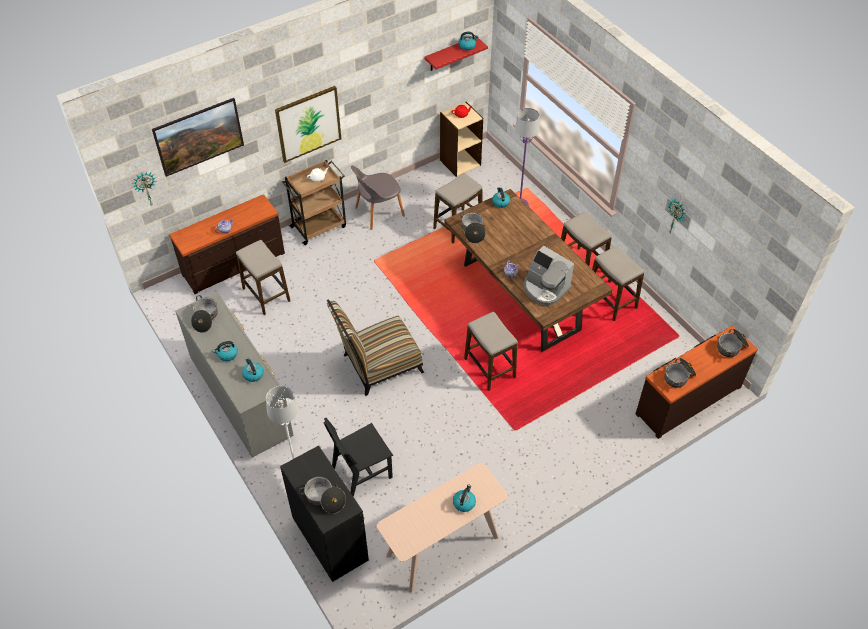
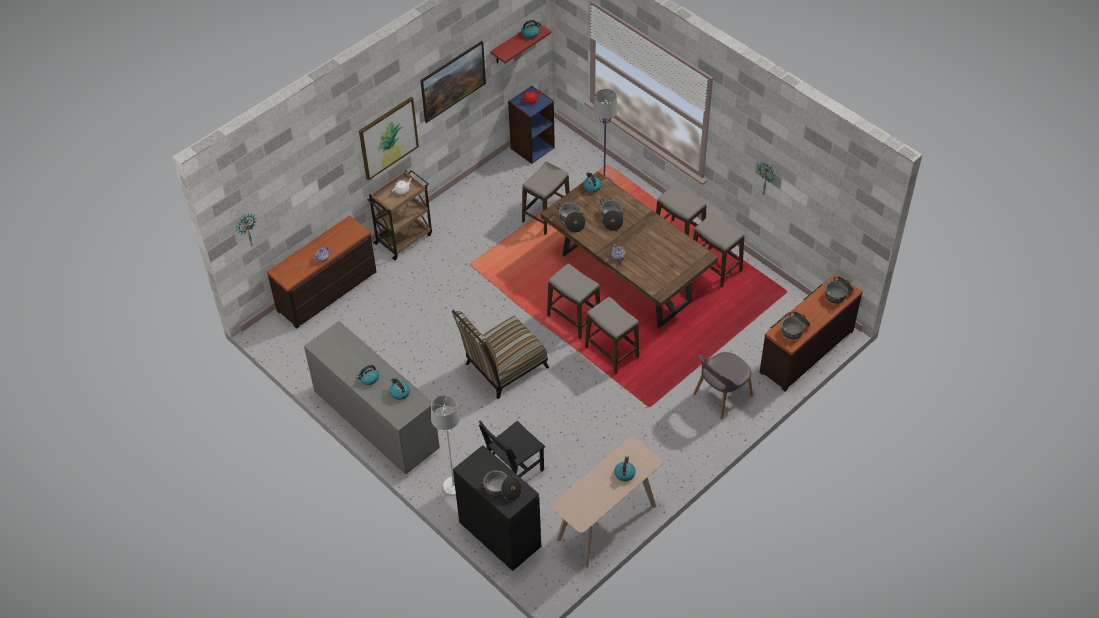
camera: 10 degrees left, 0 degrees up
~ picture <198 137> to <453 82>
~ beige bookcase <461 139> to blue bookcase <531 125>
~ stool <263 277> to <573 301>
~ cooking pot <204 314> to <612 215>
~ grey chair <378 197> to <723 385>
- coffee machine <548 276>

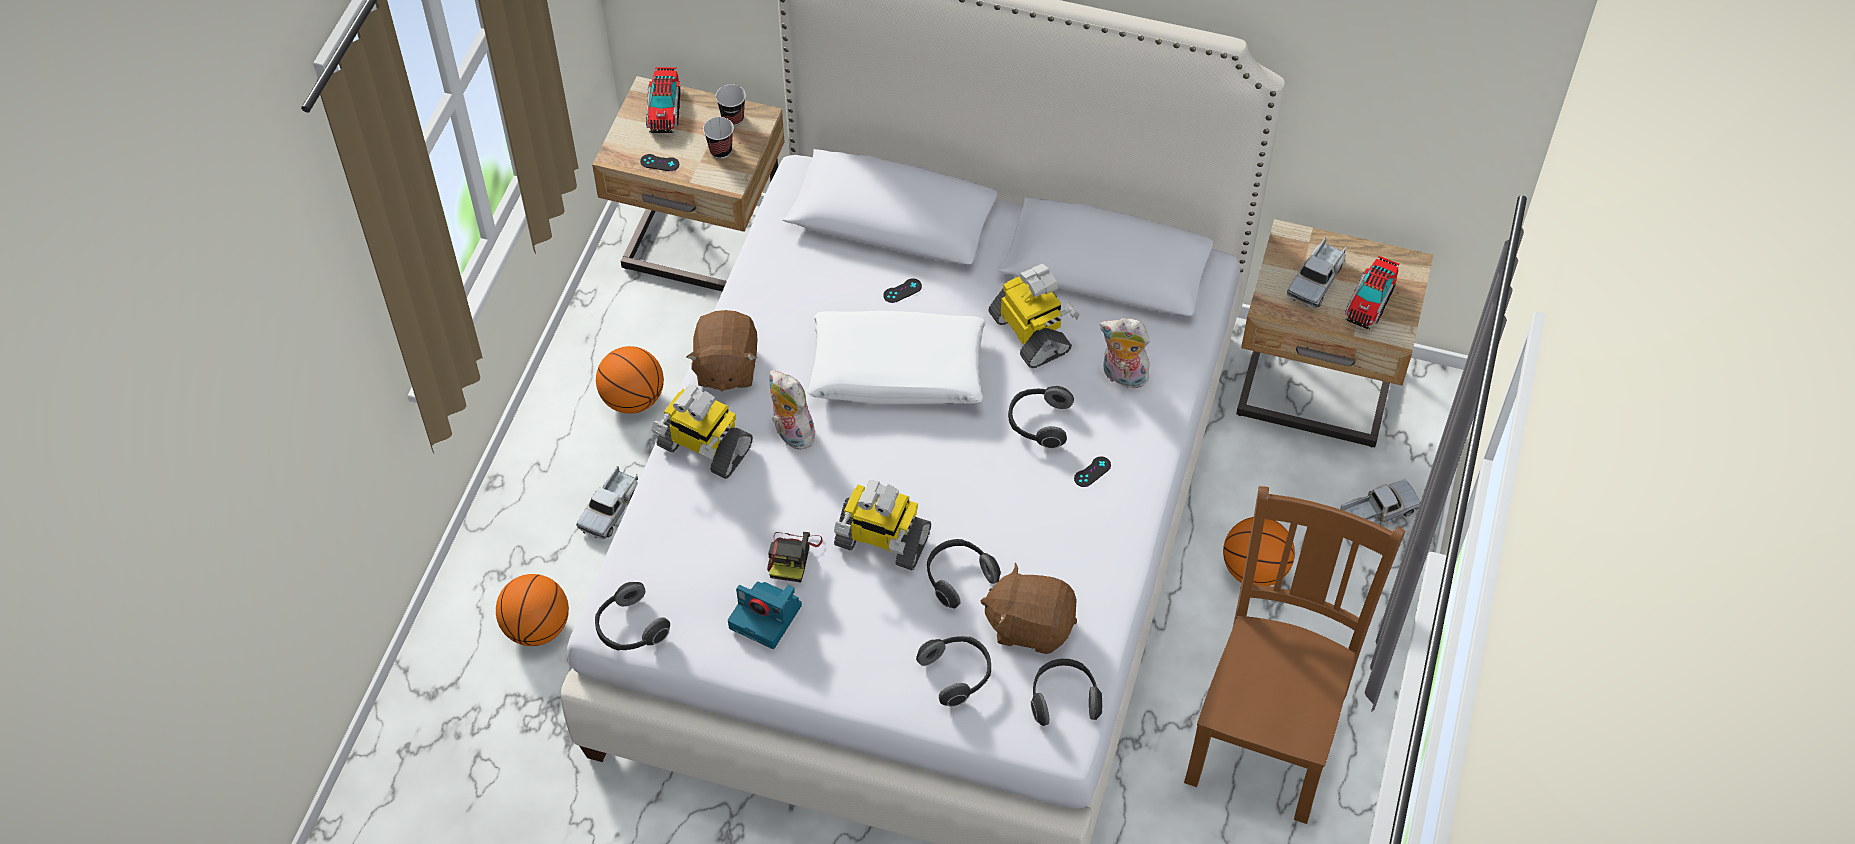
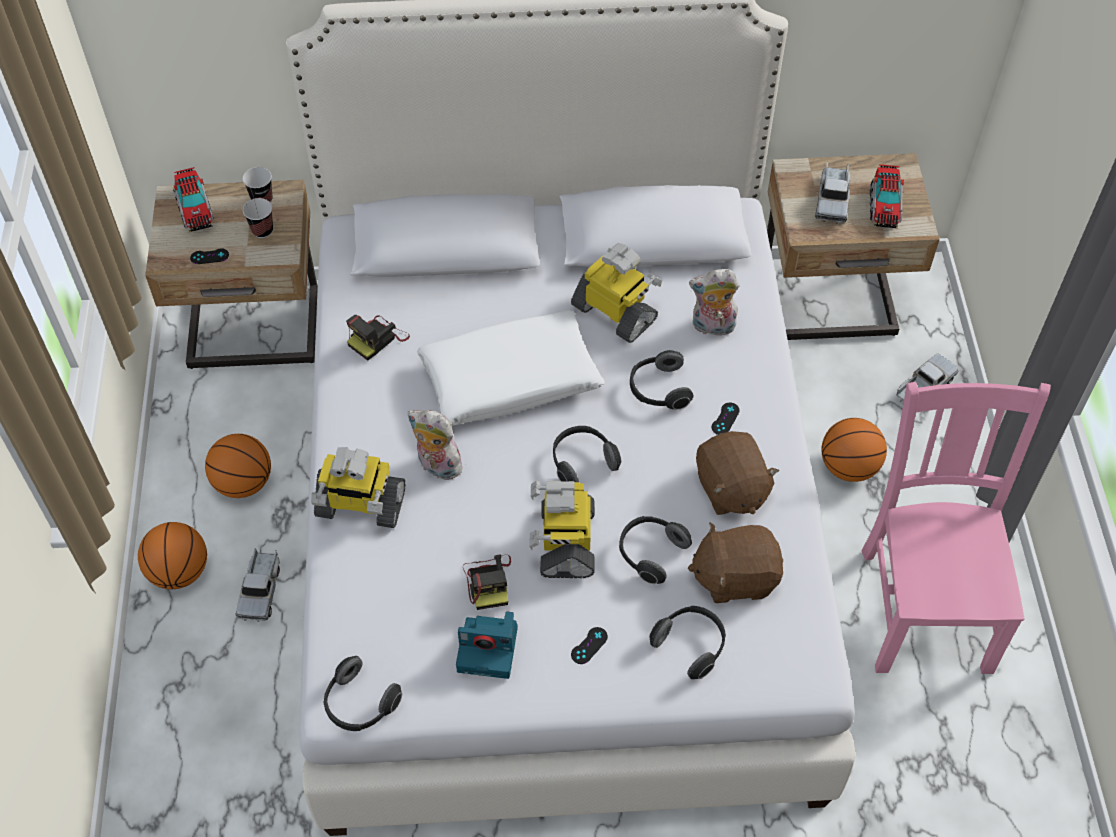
camera: 20 degrees left, 0 degrees up
~ basketball <532 610> to <172 555>
+ photo camera <378 338>
~ toy robot <882 525> = <562 529> 90 degrees clockwise
~ headphones <1067 692> to <587 454>
~ black game controller <902 291> to <589 645>
~ brown plush toy <722 350> to <737 473>
~ brown chair <1294 655> to pink chair <956 528>

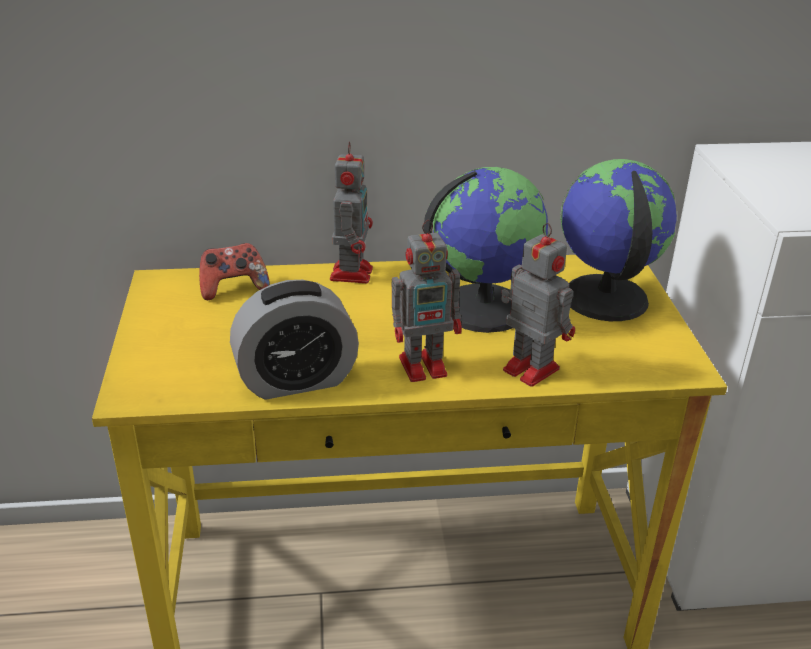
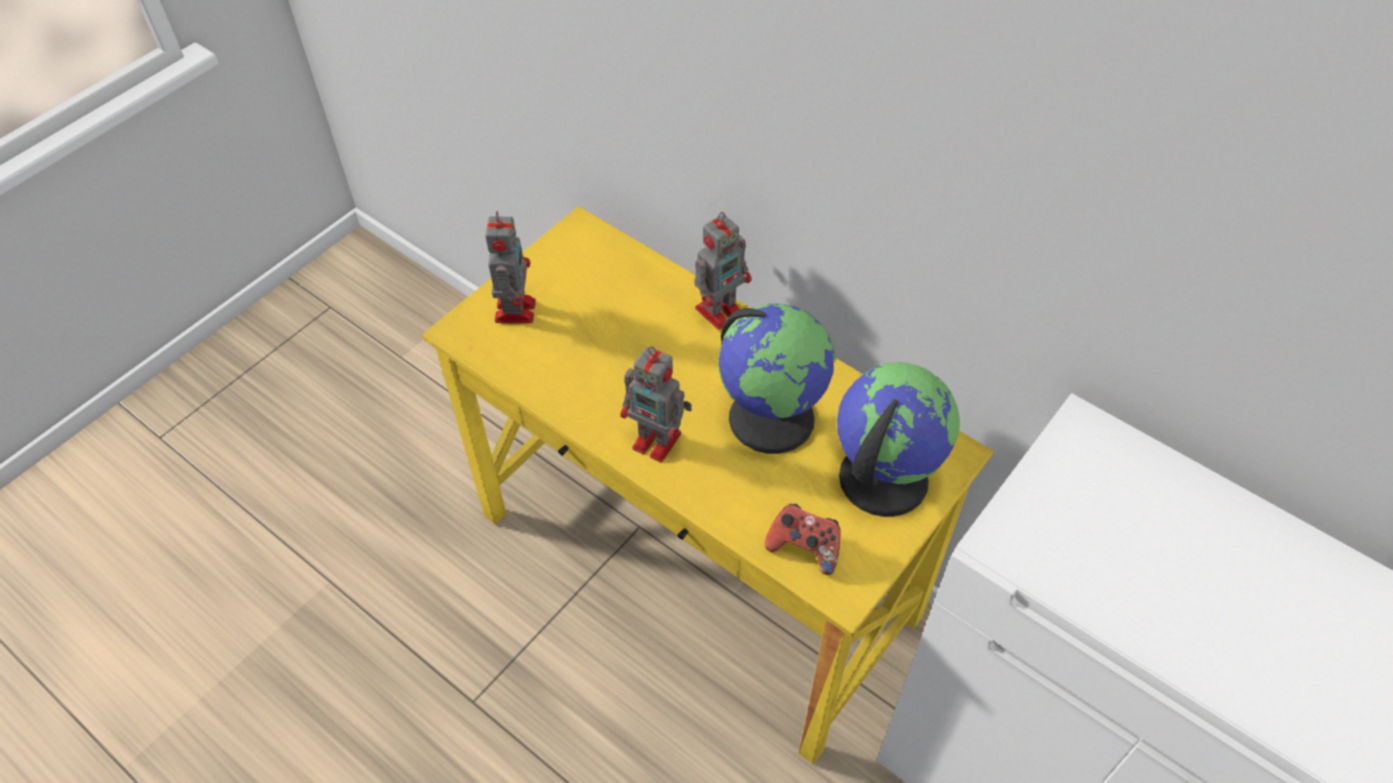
camera: 45 degrees right, 20 degrees up
~ toy robot <538 305> to <510 267>
~ game controller <234 271> to <803 539>
- alarm clock <294 340>

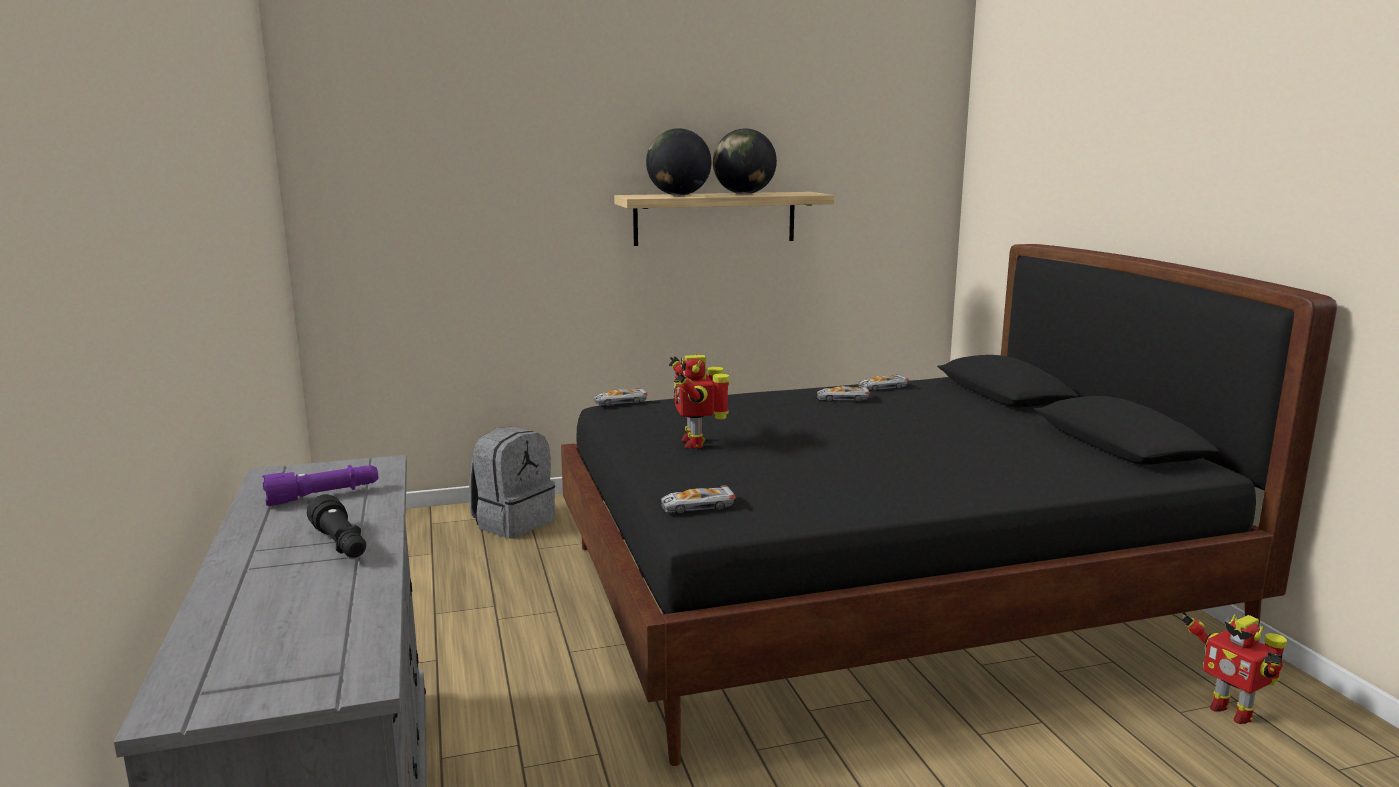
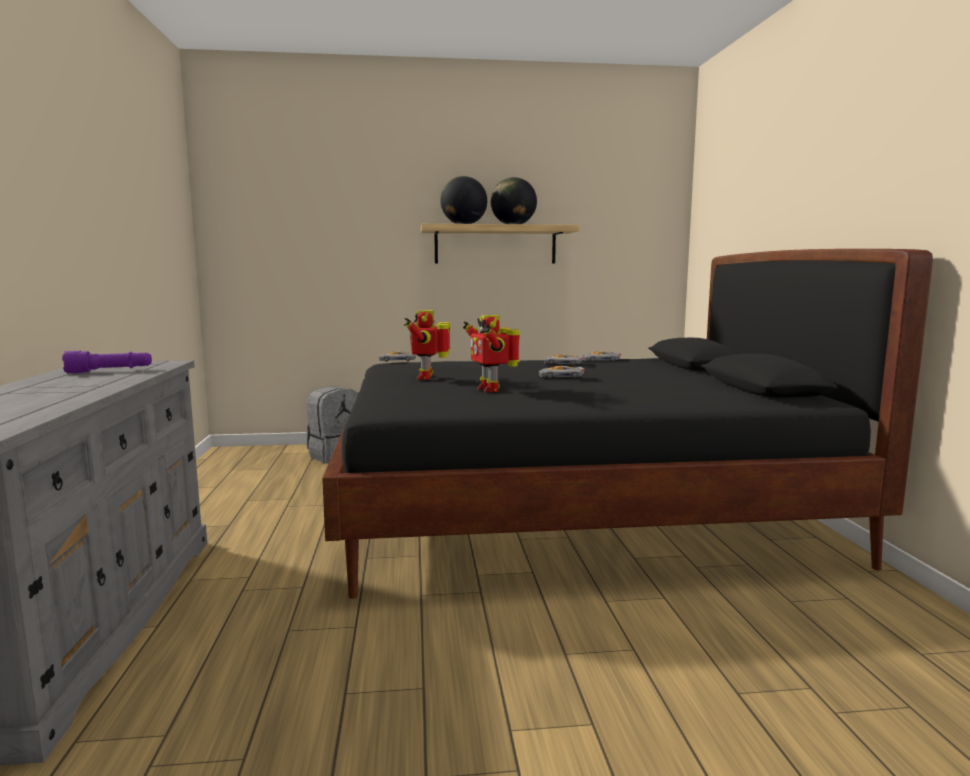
camera: 10 degrees right, 5 degrees down
~ toy robot <1234 668> to <491 354>
~ toy car <698 499> to <562 372>
- black flashlight <336 526>

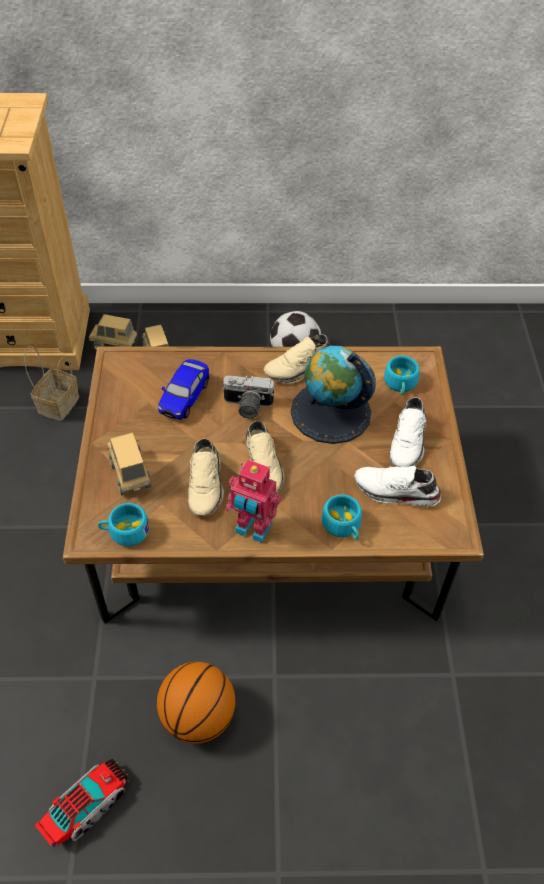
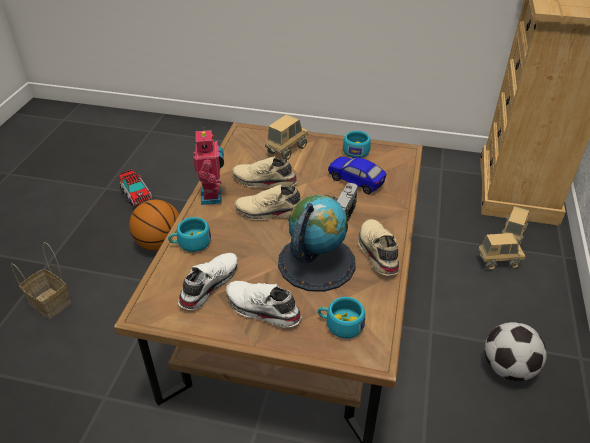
camera: 105 degrees right, 10 degrees down
~ basket <51 383> to <41 280>
~ toy robot <253 501> = <208 166> 135 degrees clockwise
~ toy truck <129 464> = <286 137> 45 degrees counterclockwise
~ turquoise cup <124 524> to <357 144>

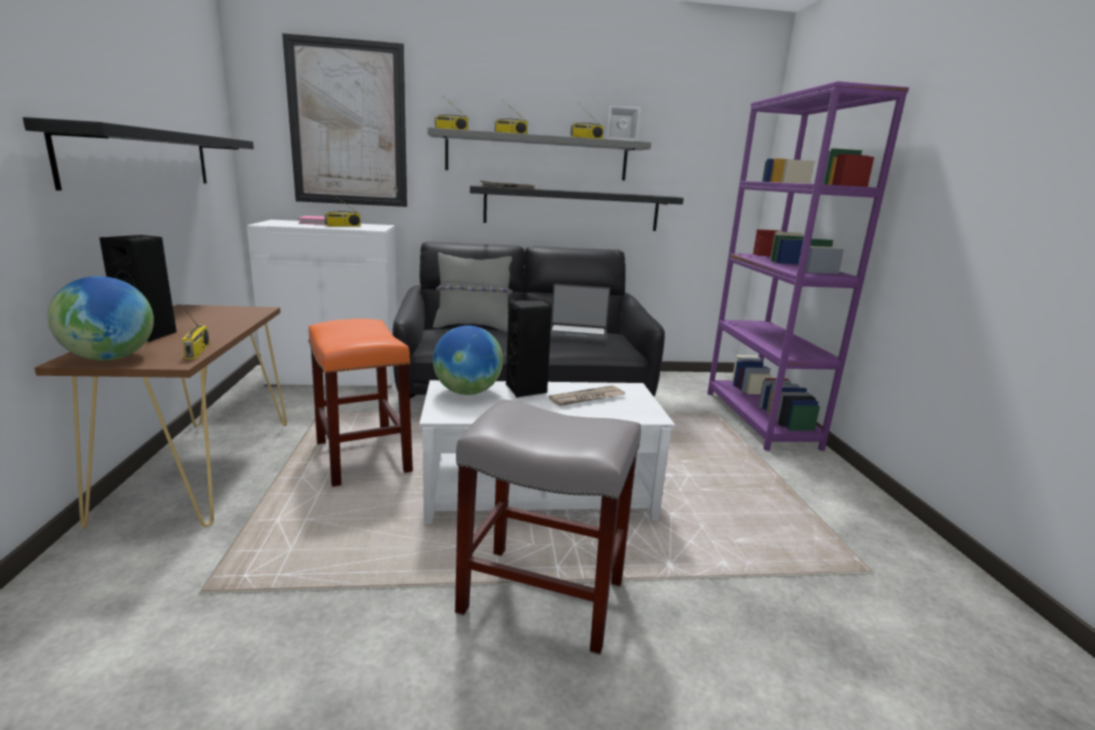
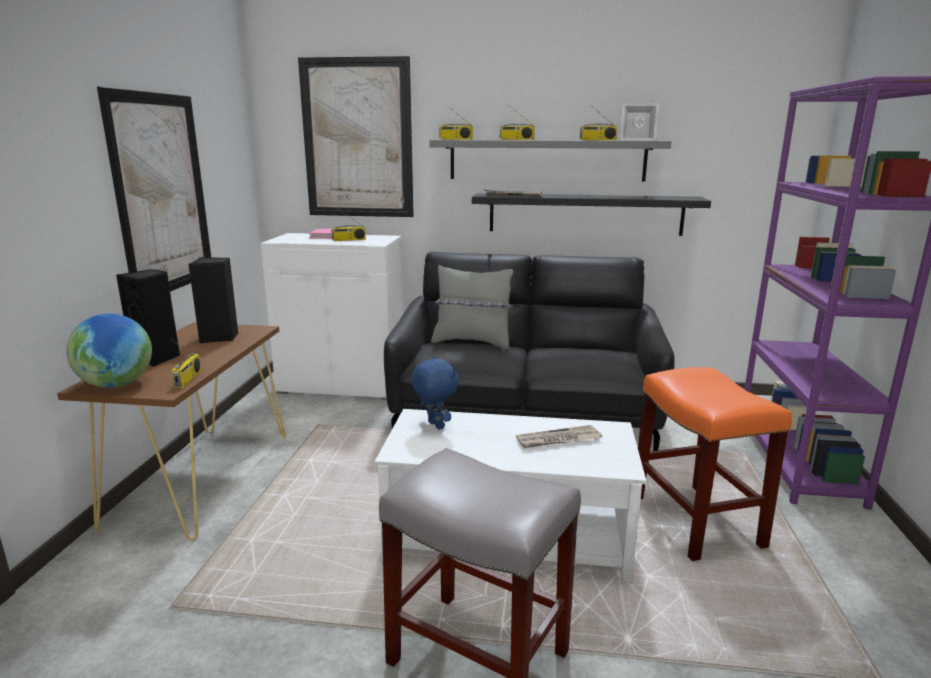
camera: 15 degrees right, 0 degrees up
~ black shelf <138 154> to picture <154 189>
~ black speaker <529 348> to <213 300>
~ globe <468 360> to blue plush toy <435 393>
~ orange stool <360 403> to <715 464>
- laptop <580 313>

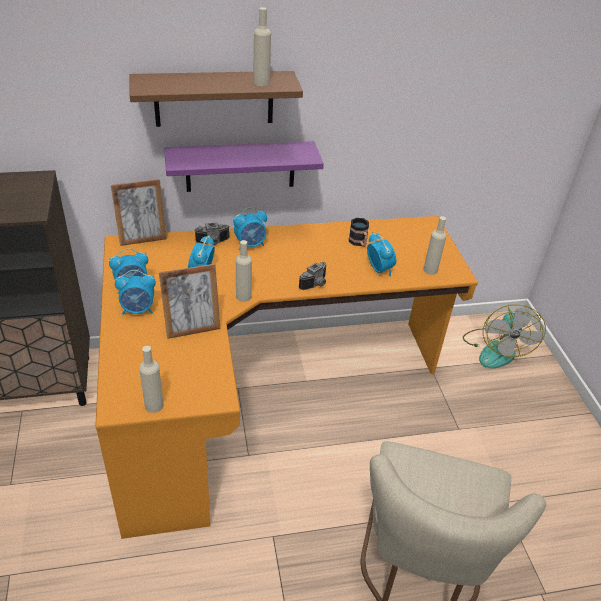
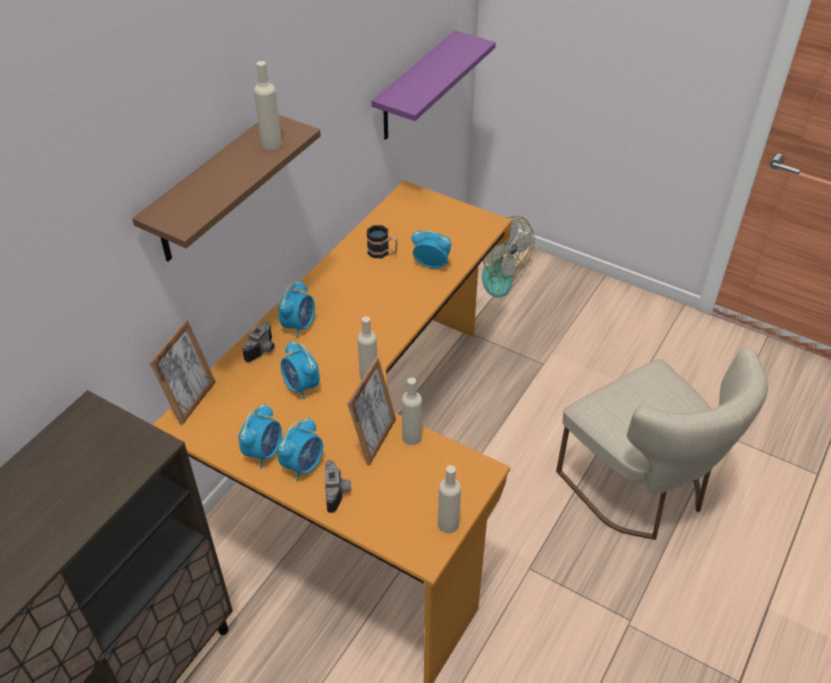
camera: 45 degrees left, 5 degrees up
~ photo camera <312 276> to <338 486>
~ purple shelf <244 166> to <434 85>
~ beige bottle <434 245> to <412 411>

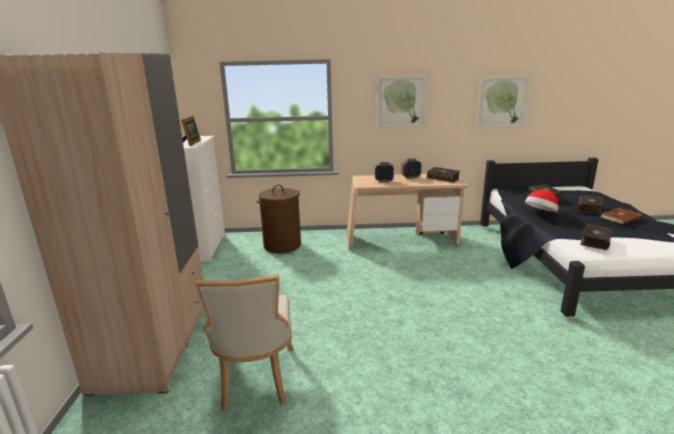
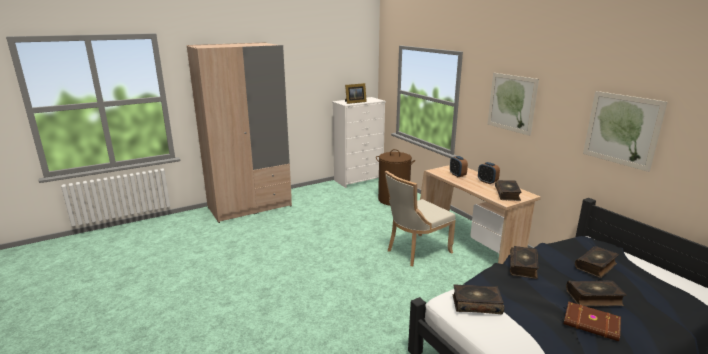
camera: 60 degrees right, 0 degrees up
~ beige chair <244 342> to <420 218>
~ hat <542 201> to book <524 262>

